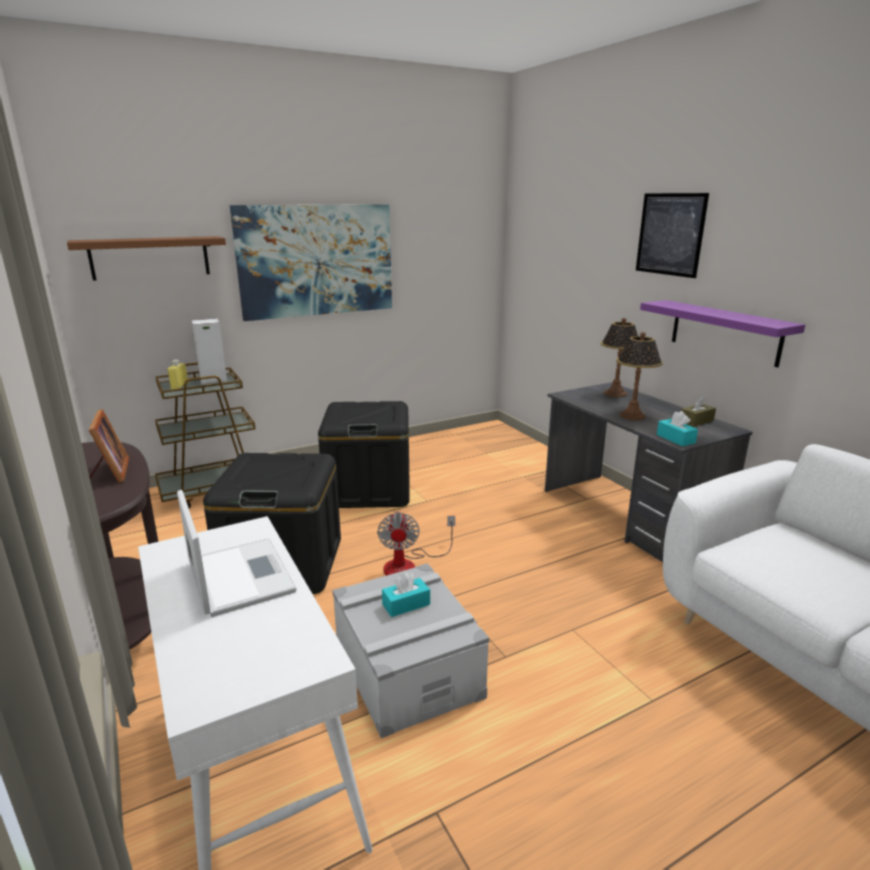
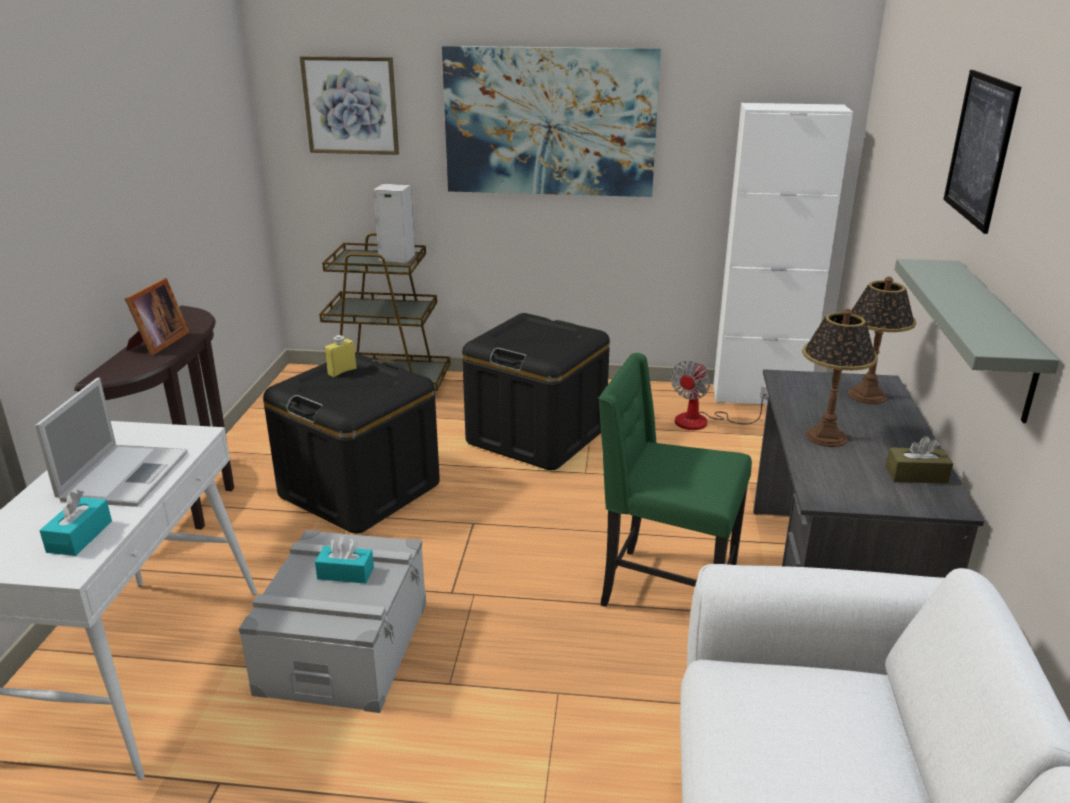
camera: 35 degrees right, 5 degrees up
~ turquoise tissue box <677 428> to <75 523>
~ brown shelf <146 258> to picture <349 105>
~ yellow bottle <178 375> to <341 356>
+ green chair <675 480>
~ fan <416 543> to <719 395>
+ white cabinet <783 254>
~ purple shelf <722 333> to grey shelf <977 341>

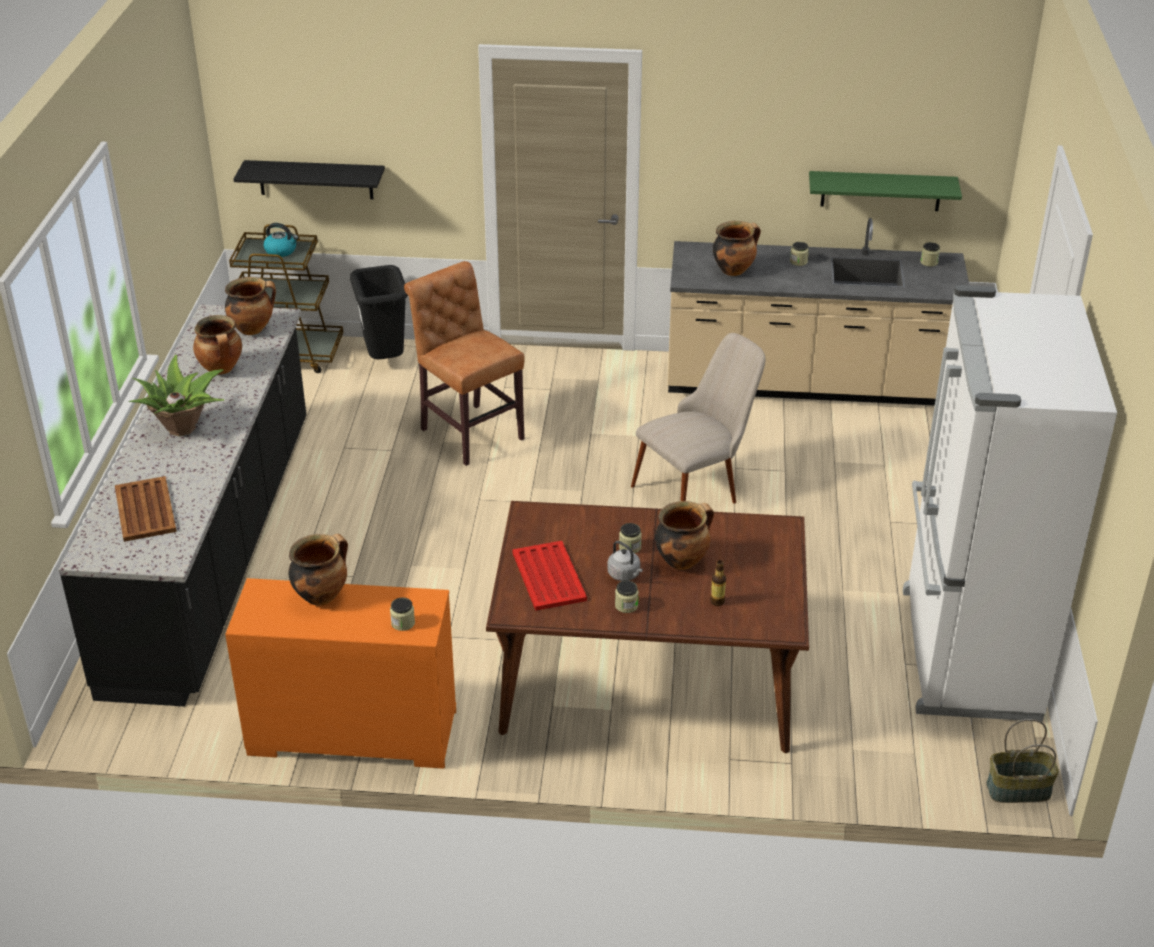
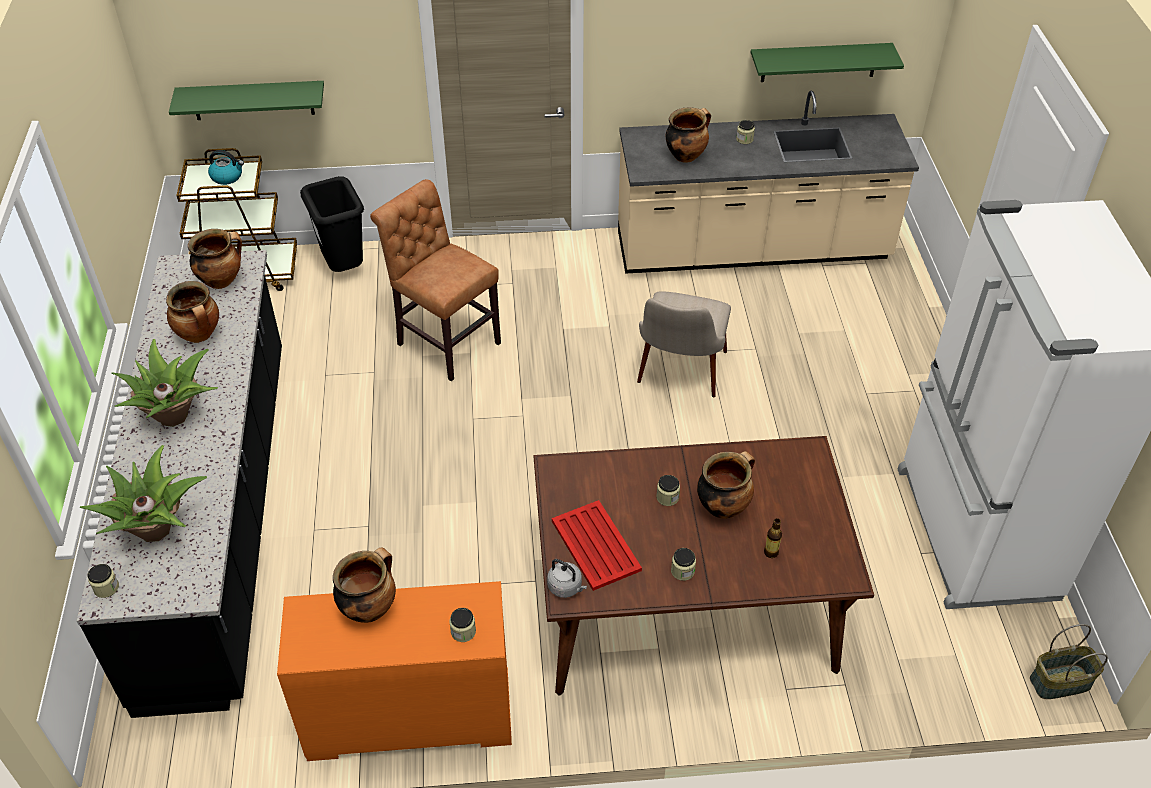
camera: 10 degrees left, 10 degrees up
~ brown tray <146 509> to potted plant <143 493>
~ jar <930 254> to <103 581>
~ black shelf <309 179> to green shelf <246 100>
~ grey kettle <625 561> to <567 578>
~ beige chair <698 418> = <684 344> 150 degrees clockwise

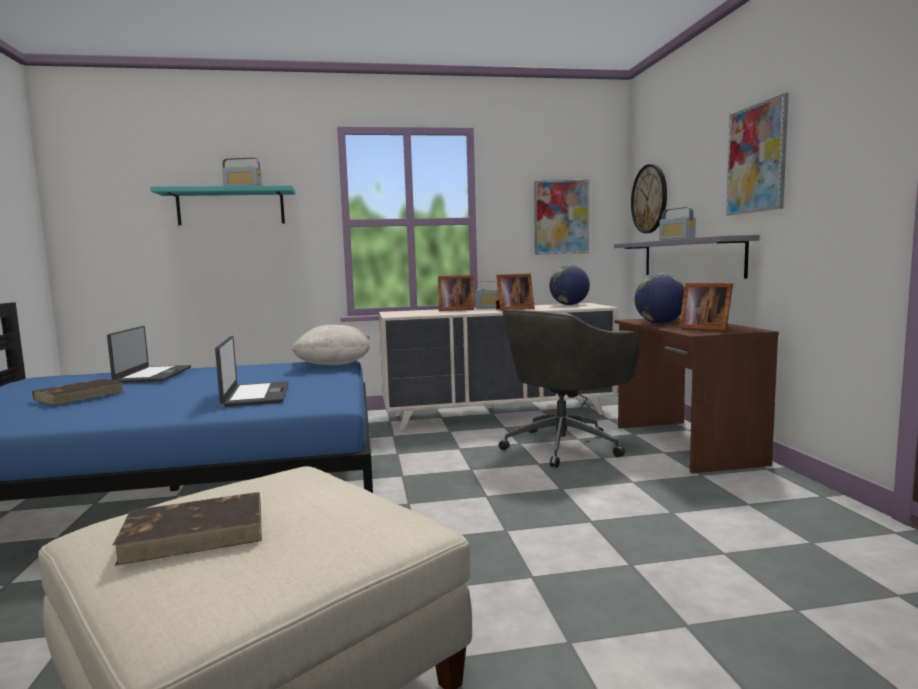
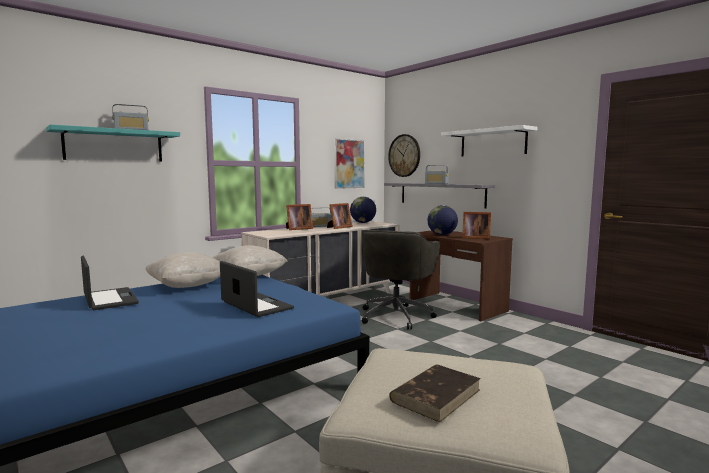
camera: 30 degrees left, 0 degrees up
+ beige pillow <183 270>
~ picture <757 154> to white shelf <489 140>
- brown book <78 392>

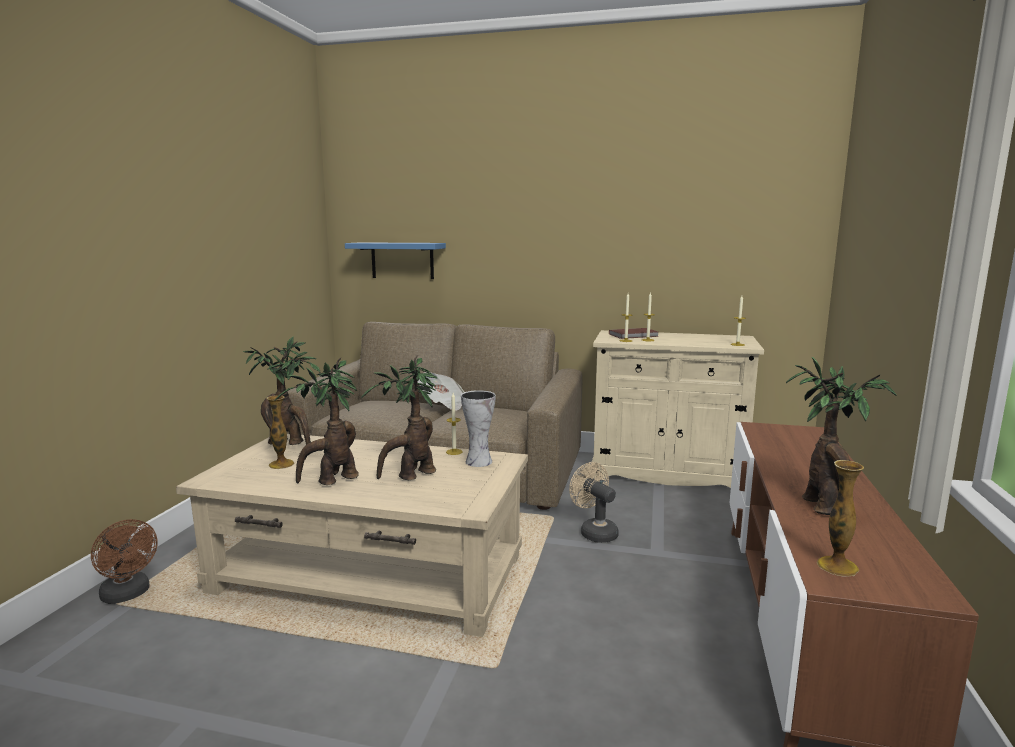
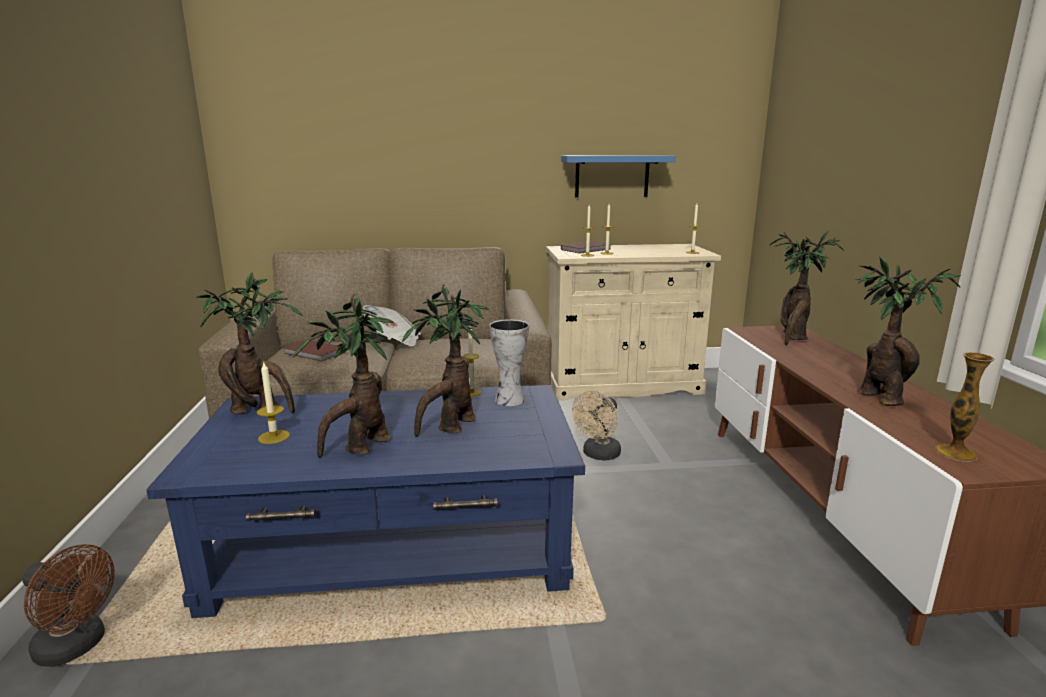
camera: 20 degrees left, 5 degrees up
~ beige coffee table <352 535> to blue coffee table <365 501>
~ vase <280 432> to candle <273 402>
+ brown book <315 351>
~ blue shelf <395 260> to <618 176>
~ beige fan <594 502> = <596 425> 90 degrees counterclockwise
+ potted plant <807 288>

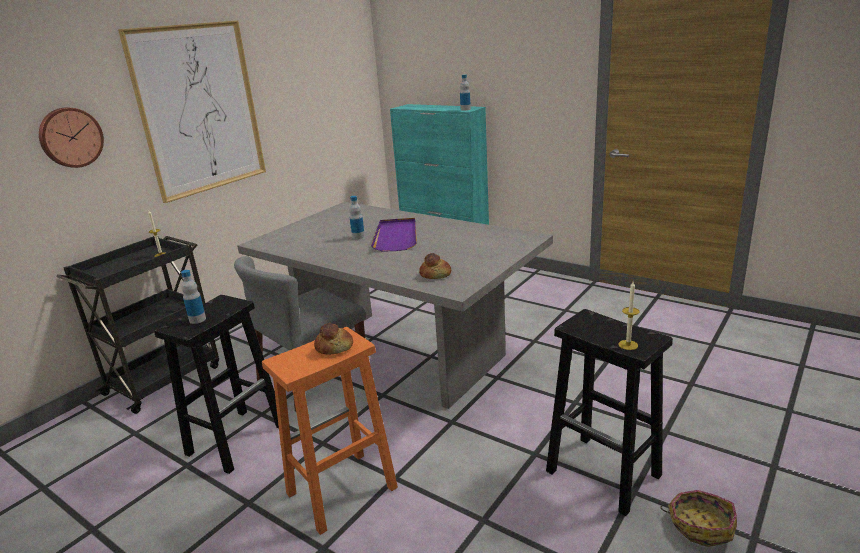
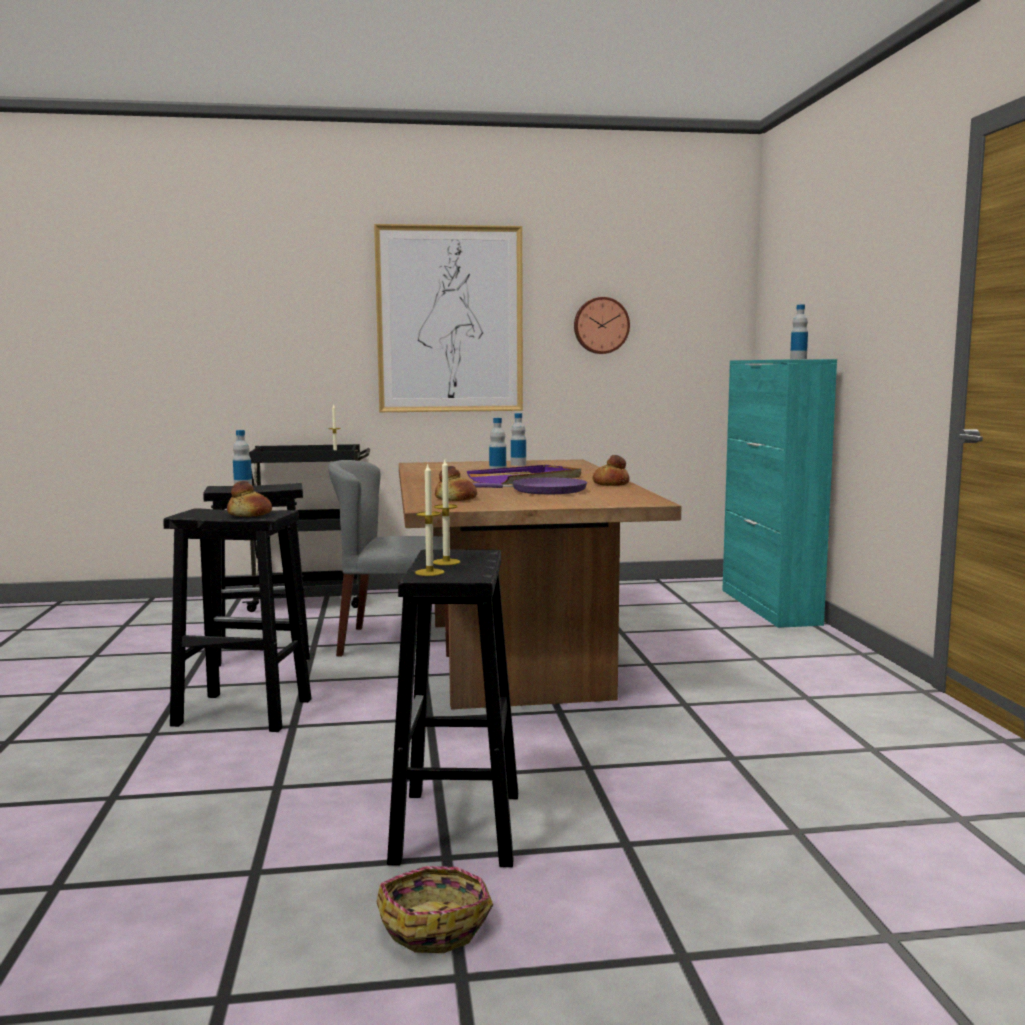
camera: 45 degrees right, 15 degrees down
~ orange stool <330 431> to black stool <237 620>
~ grey dining table <395 305> to brown dining table <540 584>
+ candle <446 512>
+ purple frying pan <530 485>
+ bottle <518 439>
~ wall clock <71 138> to <602 325>
+ bread <611 470>

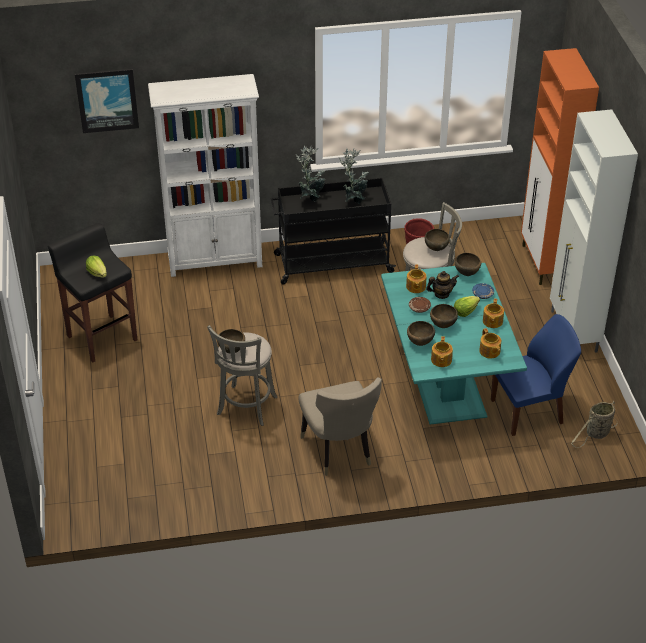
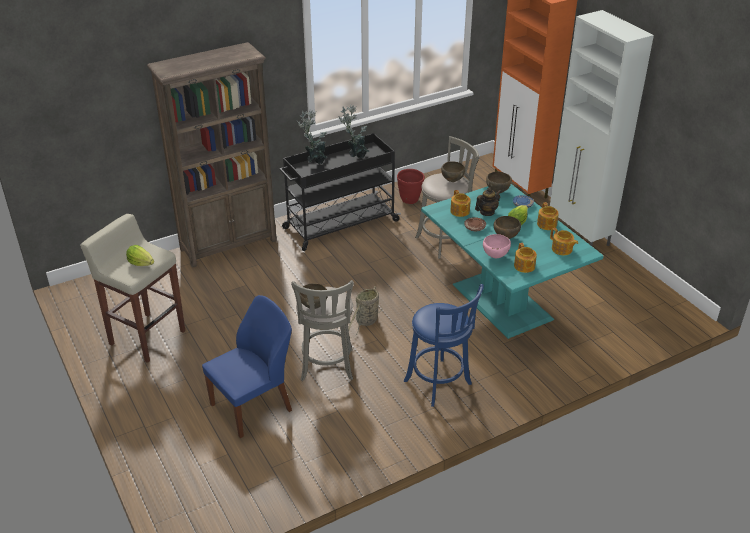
camera: 20 degrees left, 5 degrees down
~ black stool <92 293> to beige stool <132 288>
~ white bookcase <205 175> to brown bookcase <212 154>
~ blue chair <536 375> to <247 366>
~ basket <594 424> to <365 312>
~ beige chair <340 426> to blue stool <444 345>
~ brown bowl <421 333> to pink bowl <497 246>
- picture <107 101>

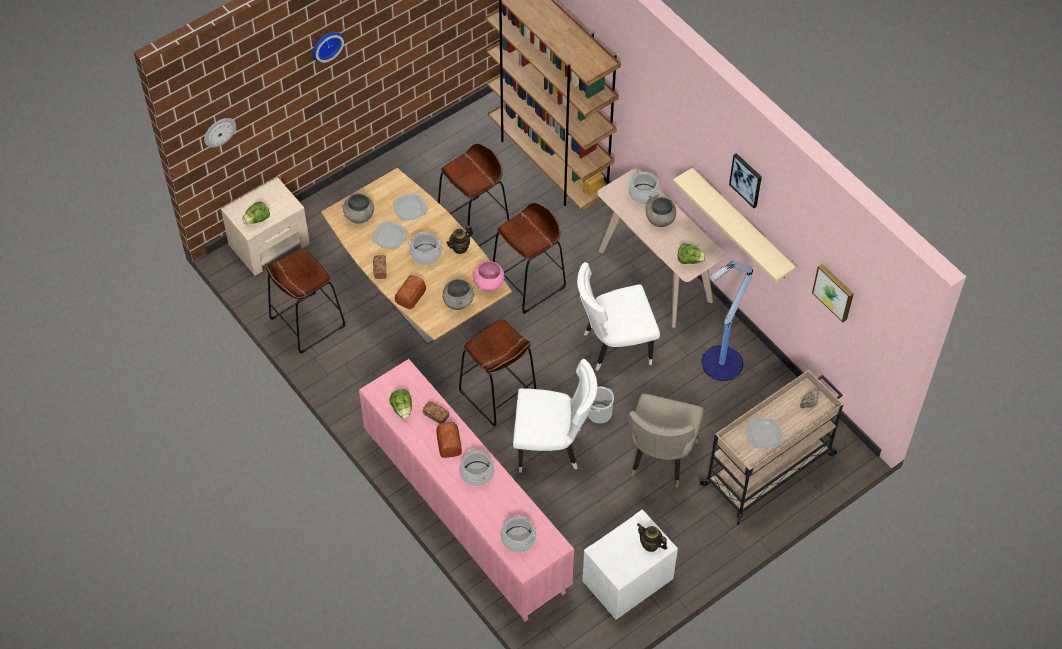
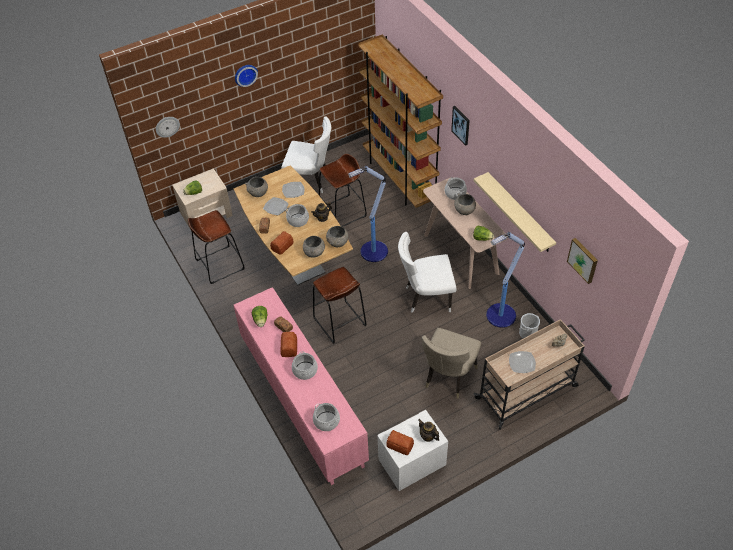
camera: 10 degrees right, 5 degrees down
~ white chair <555 416> to <306 154>
~ pink bowl <488 276> to grey bowl <337 236>
~ brown stool <529 258> to floor lamp <368 214>
+ bread <400 442>
~ picture <745 180> to <460 126>
~ bucket <601 405> to <529 326>

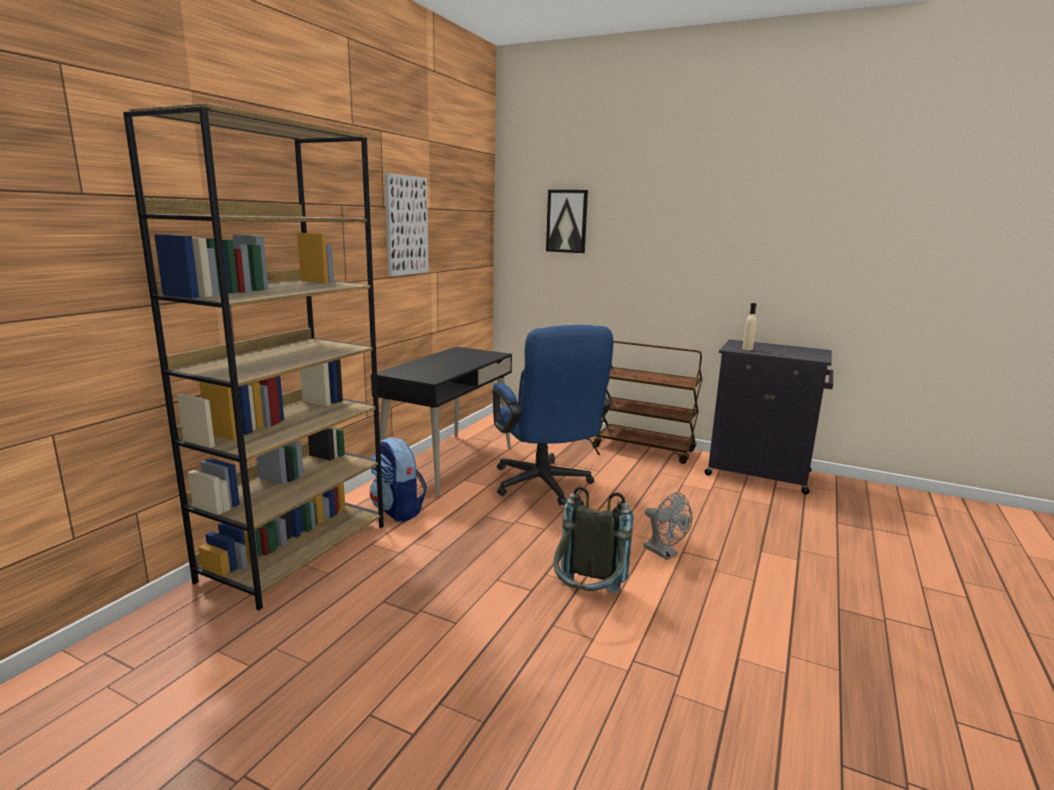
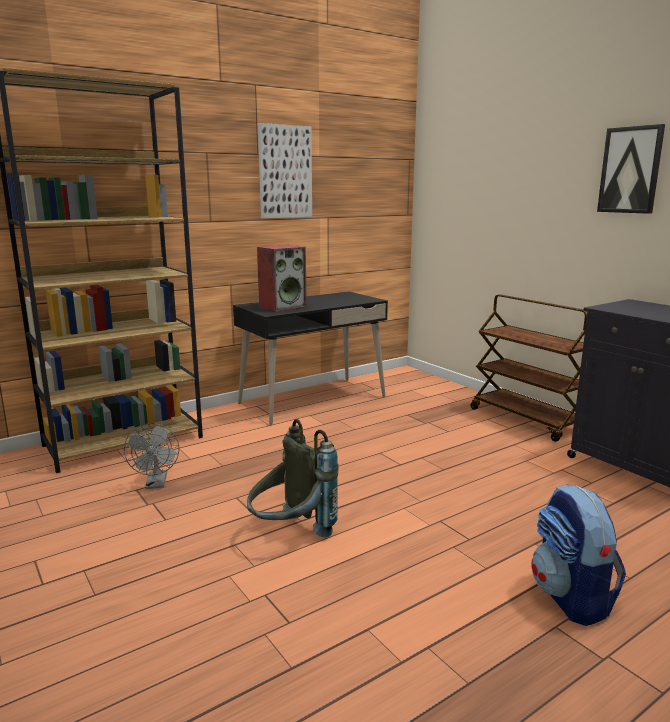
camera: 30 degrees right, 0 degrees up
~ grey fan <667 526> to <151 456>
+ speaker <282 278>
~ backpack <398 479> to <578 555>
~ picture <567 221> to <631 169>
- blue office chair <552 415>
- beige bottle <749 326>

